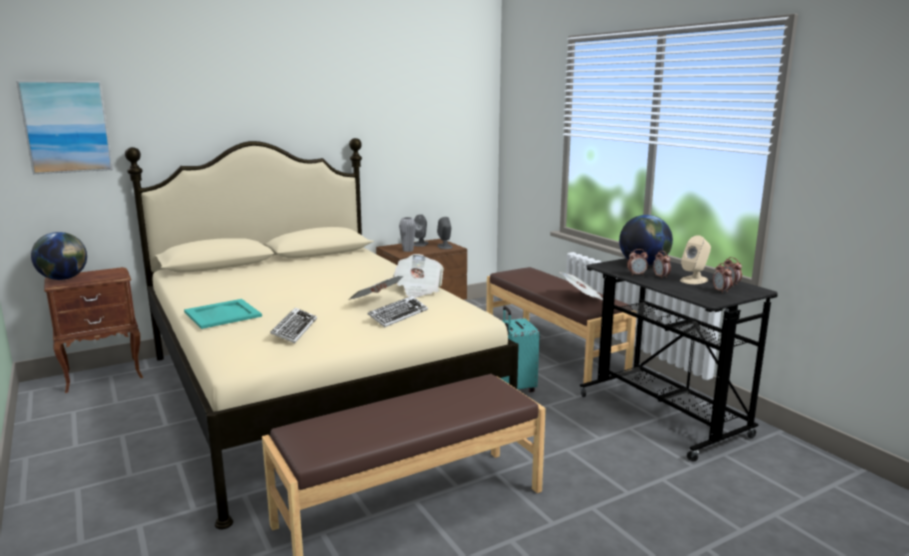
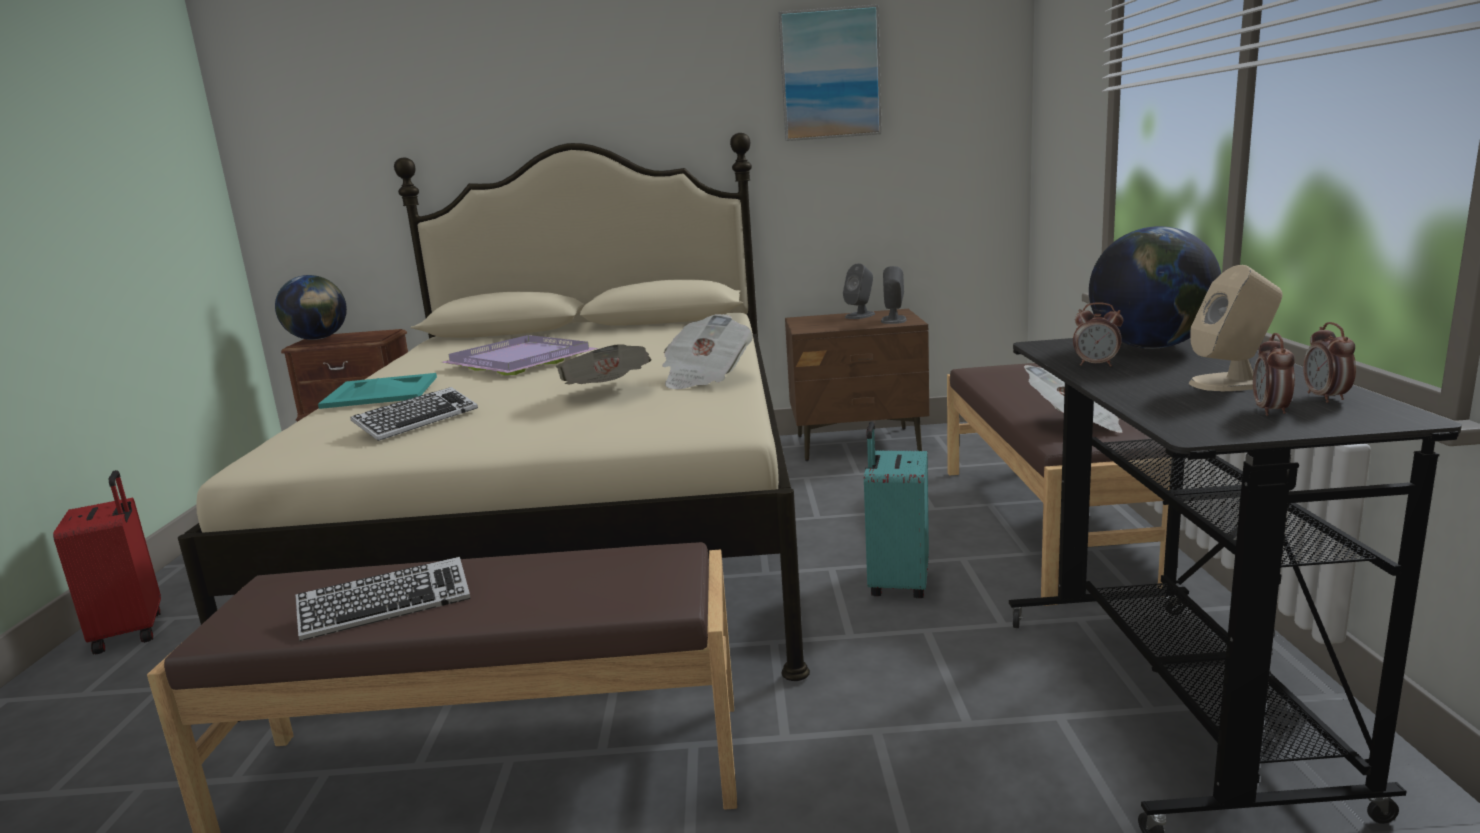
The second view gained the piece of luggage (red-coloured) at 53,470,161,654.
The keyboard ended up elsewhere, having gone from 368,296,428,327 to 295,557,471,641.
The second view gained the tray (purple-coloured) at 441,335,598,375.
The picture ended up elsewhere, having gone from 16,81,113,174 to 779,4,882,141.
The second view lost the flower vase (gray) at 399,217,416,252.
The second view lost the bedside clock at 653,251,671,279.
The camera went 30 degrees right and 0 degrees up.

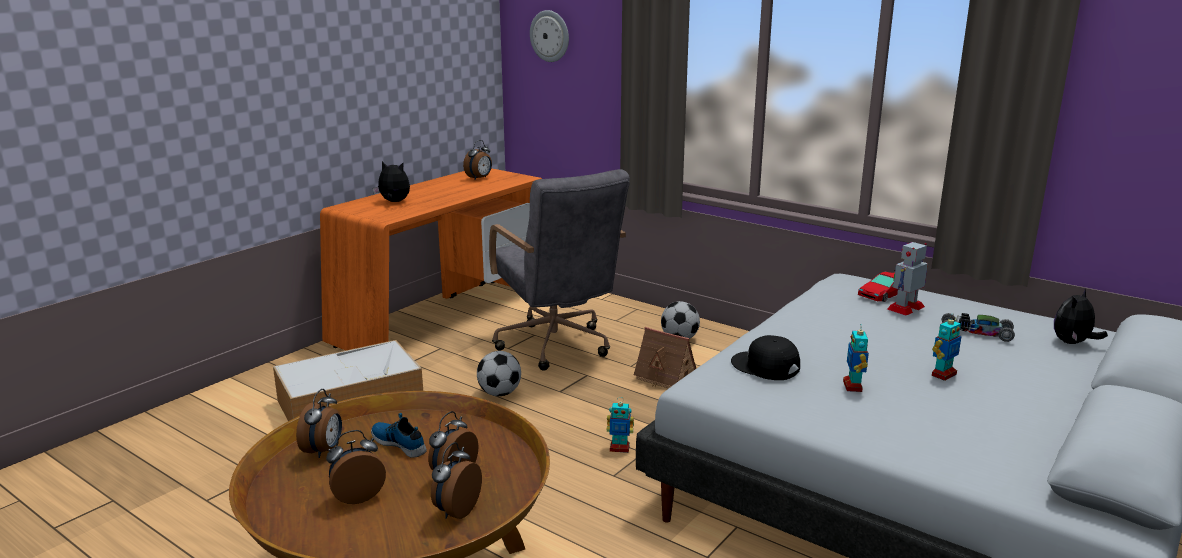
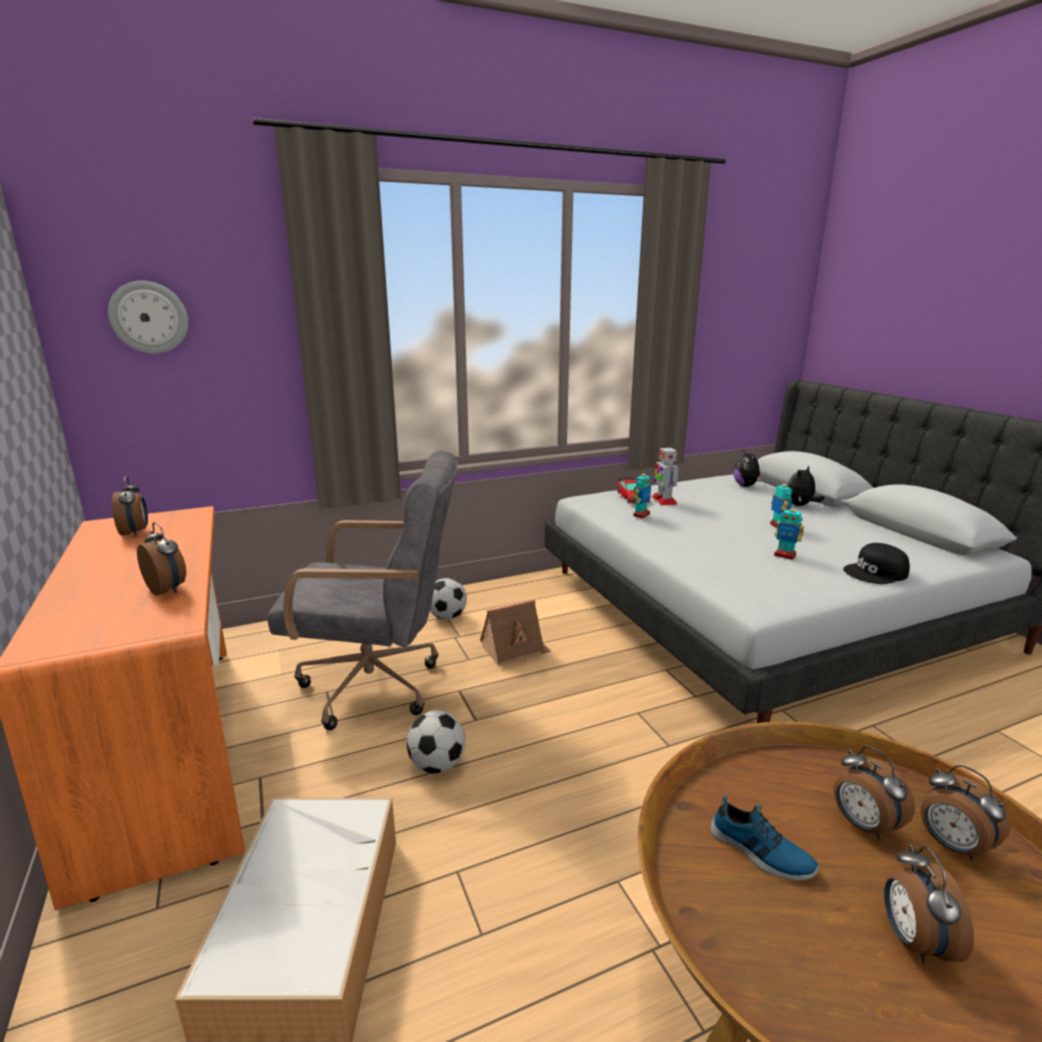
The bedside clock ended up elsewhere, having gone from 296,389,342,458 to 137,522,186,596.
The robot figure ended up elsewhere, having gone from 607,399,634,453 to 633,469,651,518.
The low shoe at 371,413,427,458 ended up facing another way, 120 degrees counterclockwise from before.
The cuddly toy ended up elsewhere, having gone from 373,161,410,202 to 787,465,824,506.
The baseball cap (blackish) ended up elsewhere, having gone from 731,335,800,380 to 843,543,910,584.
The second view lost the toy car at 942,313,1015,342.
The camera went 60 degrees left and 0 degrees up.

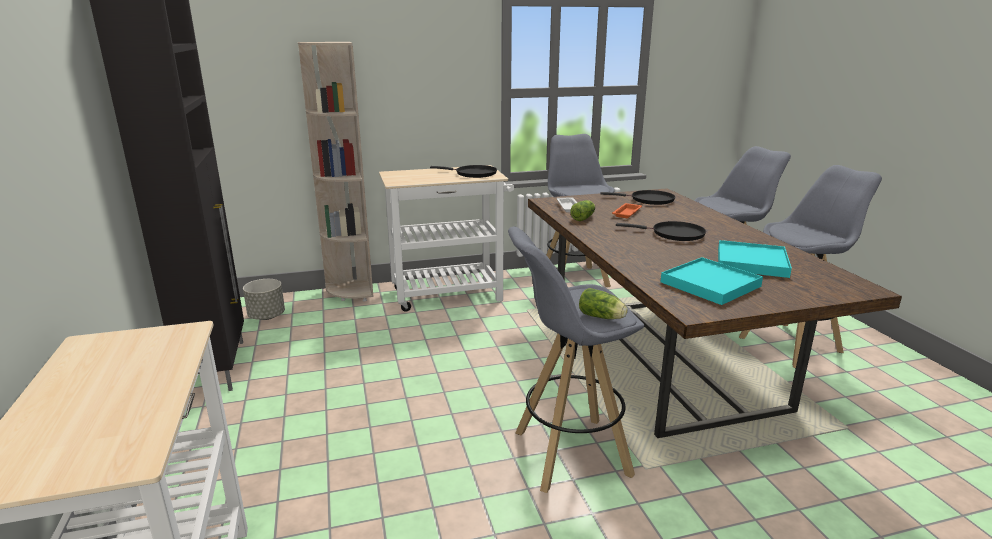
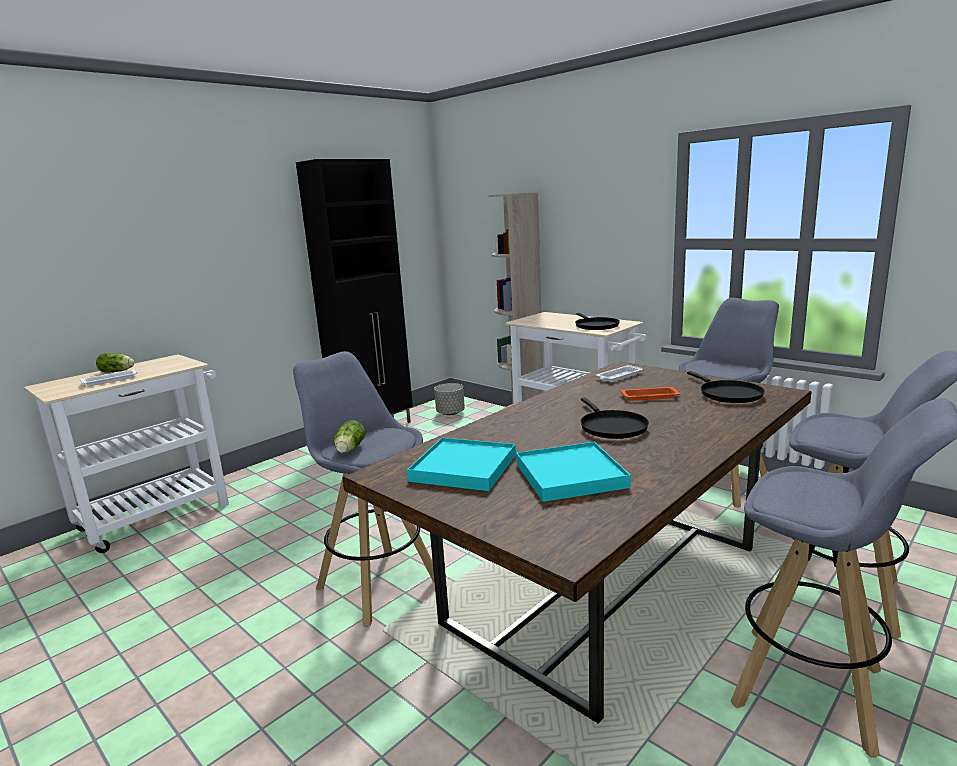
The second view gained the tray (white) at 80,370,138,386.
The lettuce ended up elsewhere, having gone from 571,200,595,221 to 96,353,134,373.
The camera went 60 degrees right and 5 degrees down.

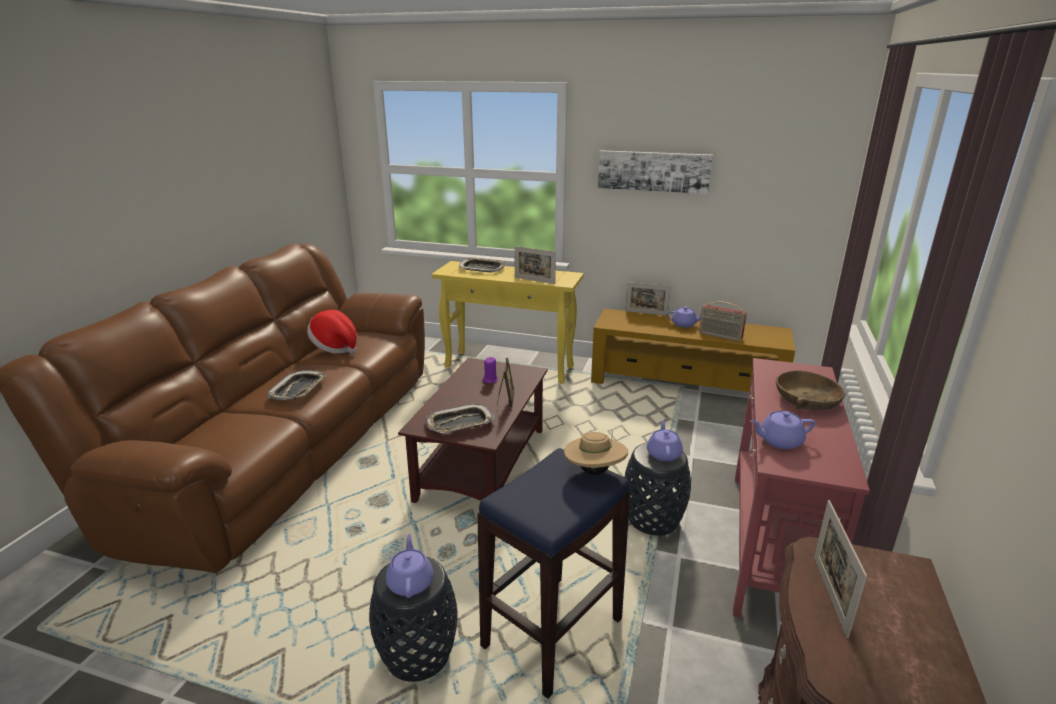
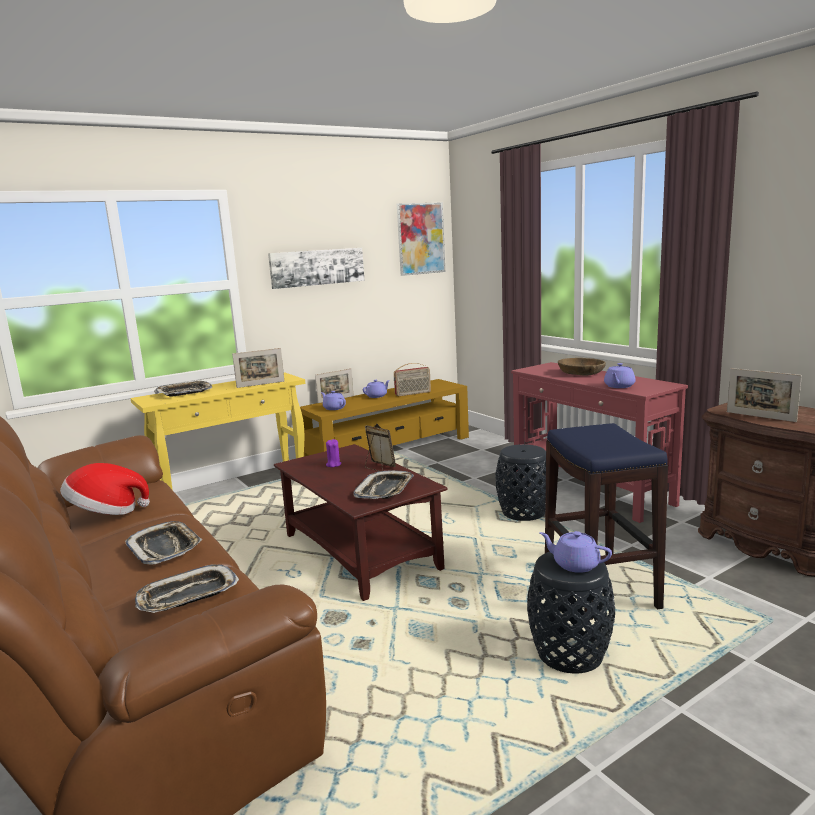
The second view gained the tray at 135,565,239,613.
The teapot (purple-coloured) ended up elsewhere, having gone from 647,420,683,461 to 321,391,346,410.
The second view gained the picture at 397,203,445,276.
The second view lost the clothing hat (sand-coloured) at 564,431,628,475.
The camera went 50 degrees left and 10 degrees down.

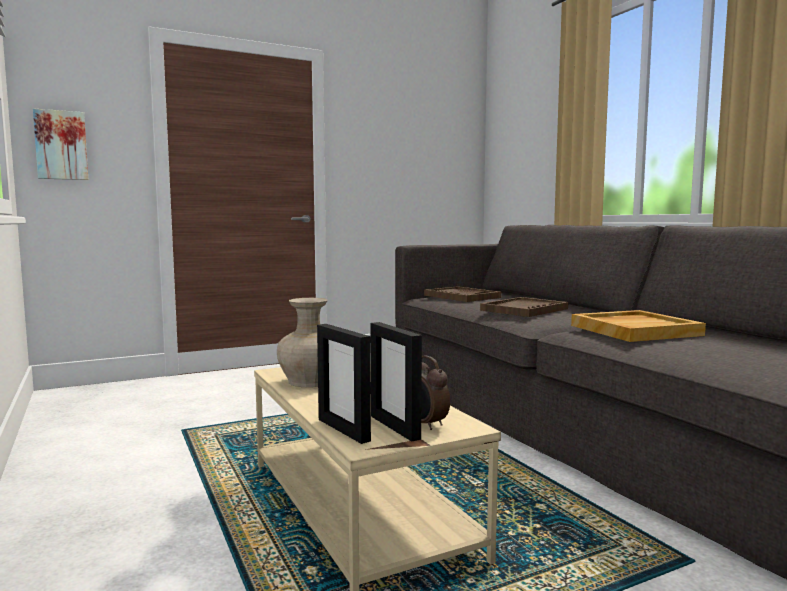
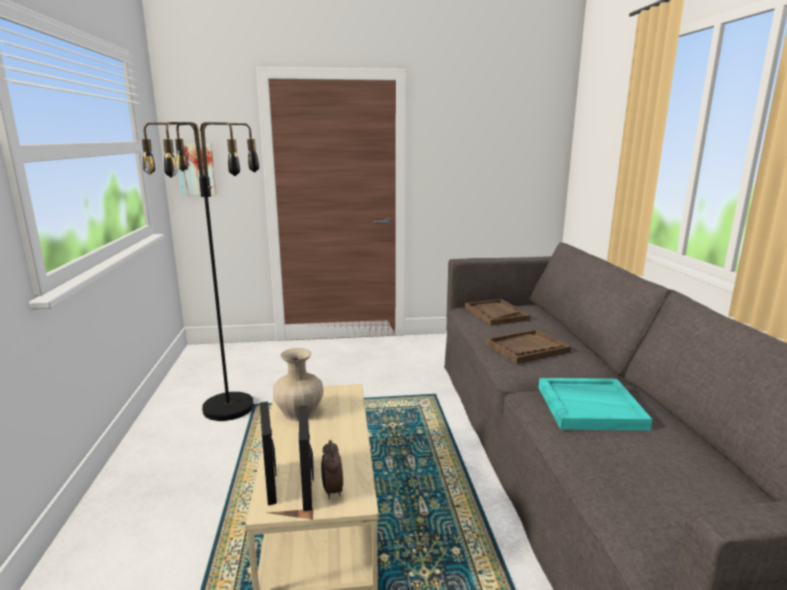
The second view gained the standard lamp at 142,122,259,421.
What was the tray (sand-coloured) at 571,310,706,342 turned into the tray (turquoise-coloured) at 538,378,652,431.
The camera went 20 degrees right and 10 degrees up.

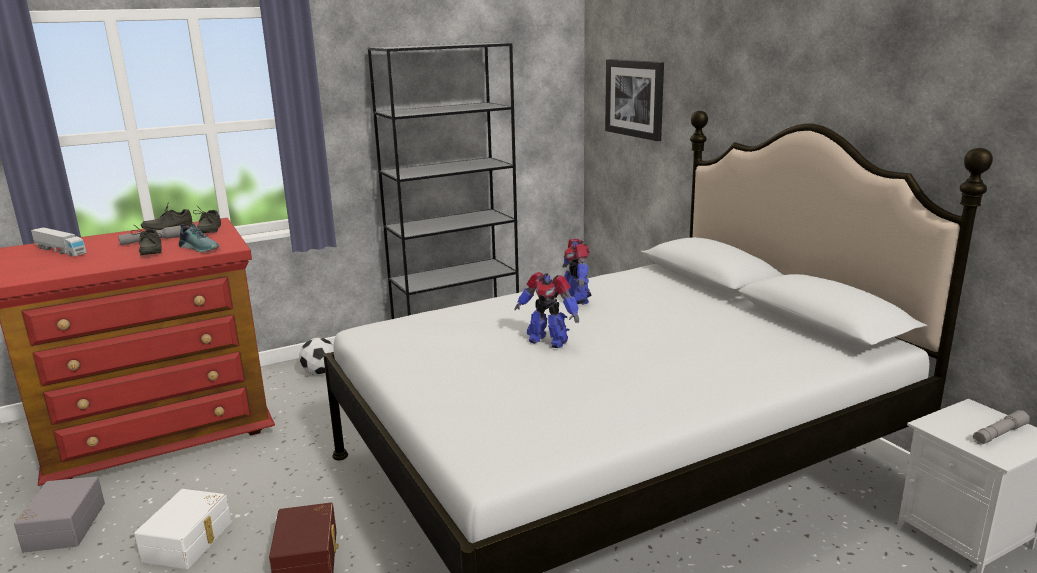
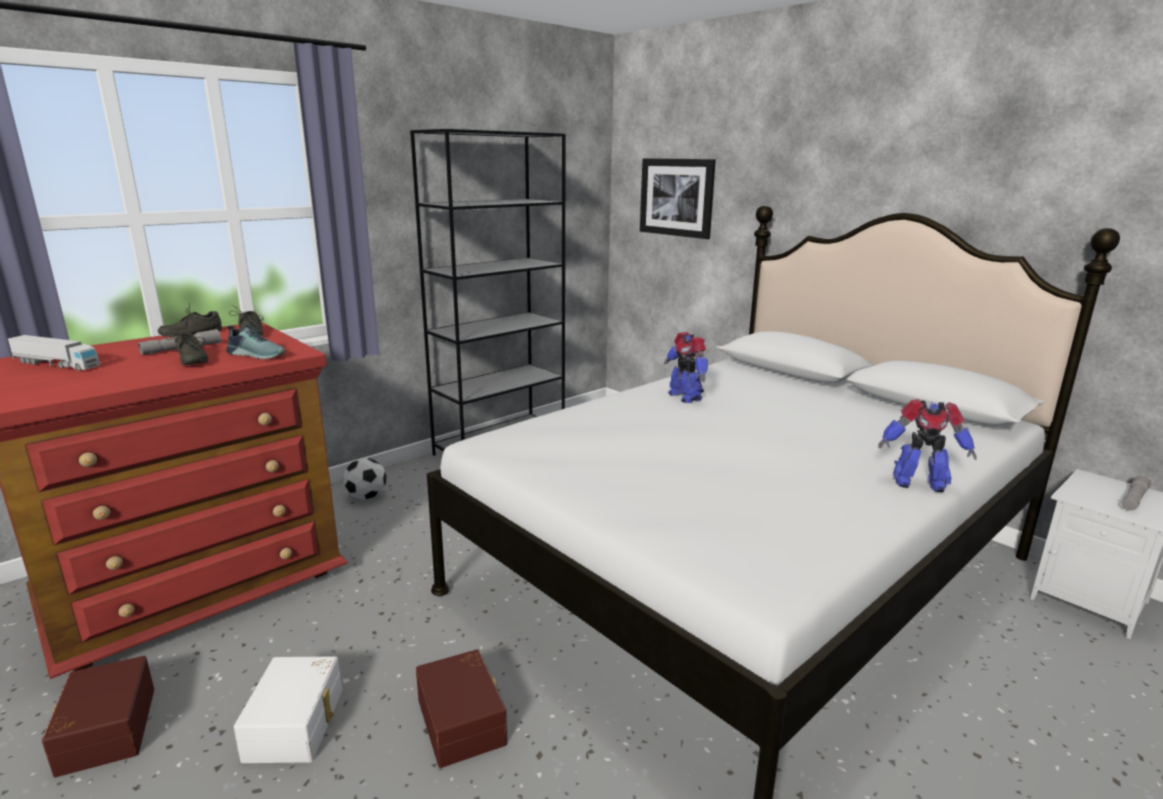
What was the storage container (gray) at 14,476,105,552 turned into the storage container (brown-coloured) at 42,656,154,777.
The robot figure ended up elsewhere, having gone from 514,272,579,348 to 878,399,977,492.
The camera went 15 degrees left and 0 degrees up.

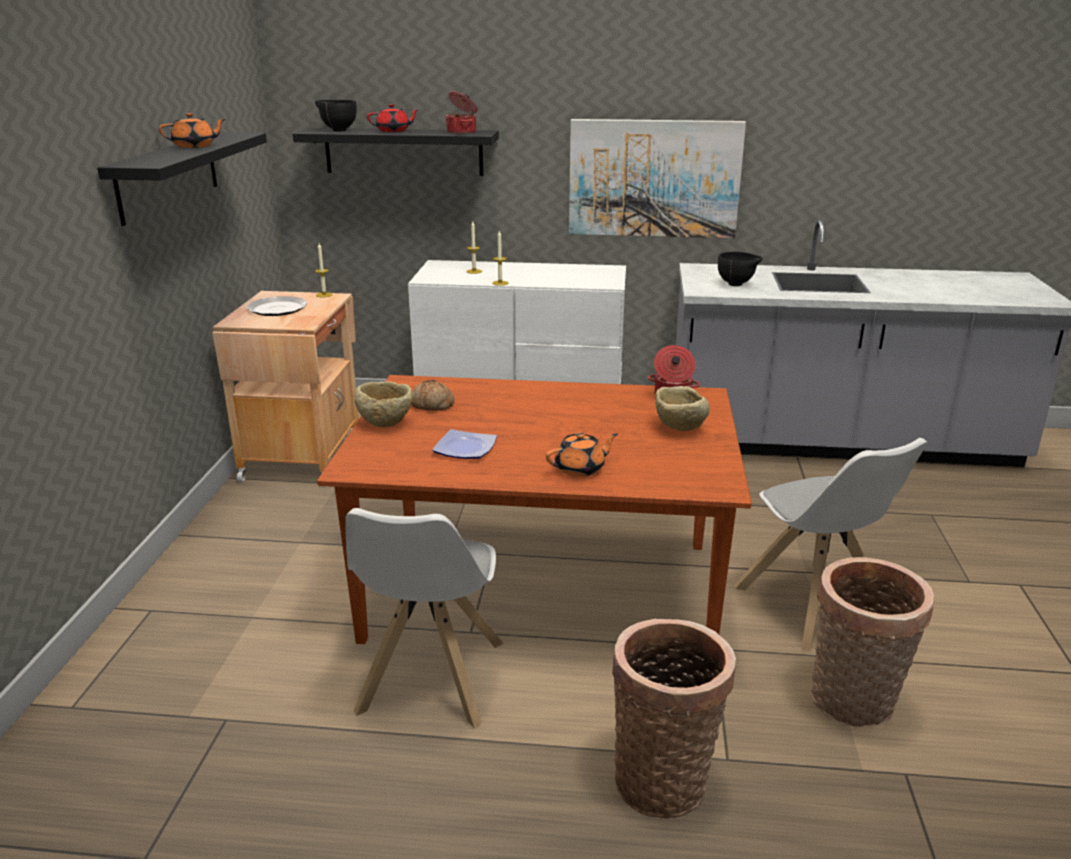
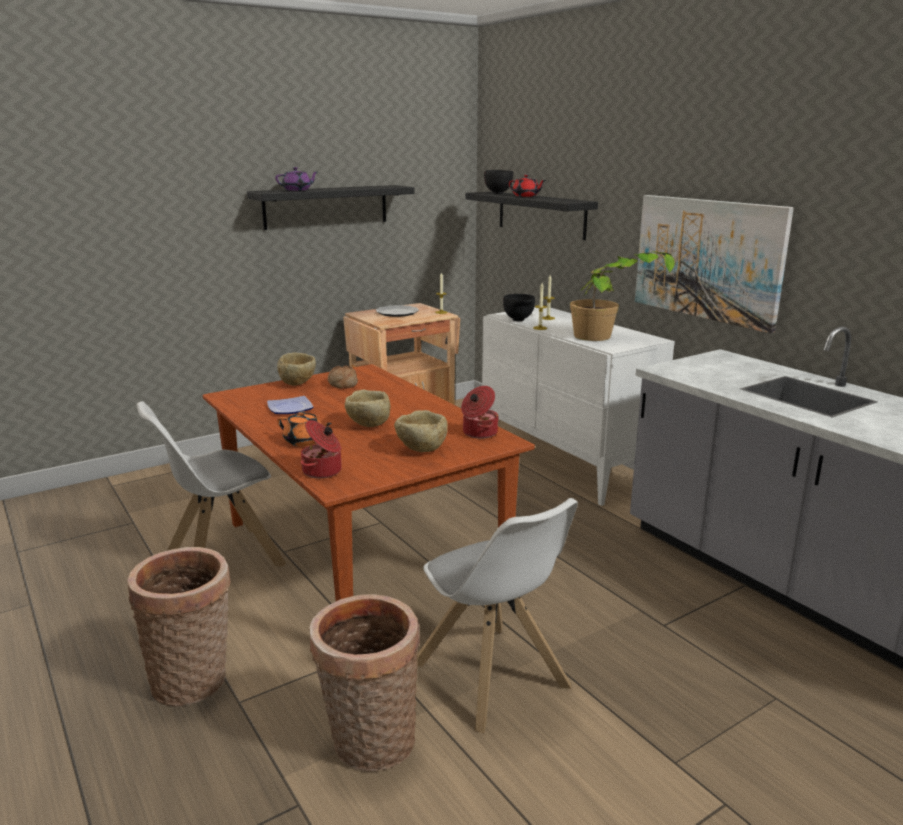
The second view gained the teapot (purple-coloured) at 275,167,317,191.
The saucepot ended up elsewhere, having gone from 446,91,477,134 to 301,420,342,478.
The second view gained the serving bowl (sand-coloured) at 345,390,390,427.
The chair at 735,438,927,651 ended up facing another way, 60 degrees counterclockwise from before.
The serving bowl (blackish) ended up elsewhere, having gone from 718,252,763,286 to 503,294,535,321.
The second view gained the houseplant at 570,251,675,341.
The second view lost the teapot (orange) at 159,113,225,148.
The camera went 50 degrees right and 5 degrees down.

